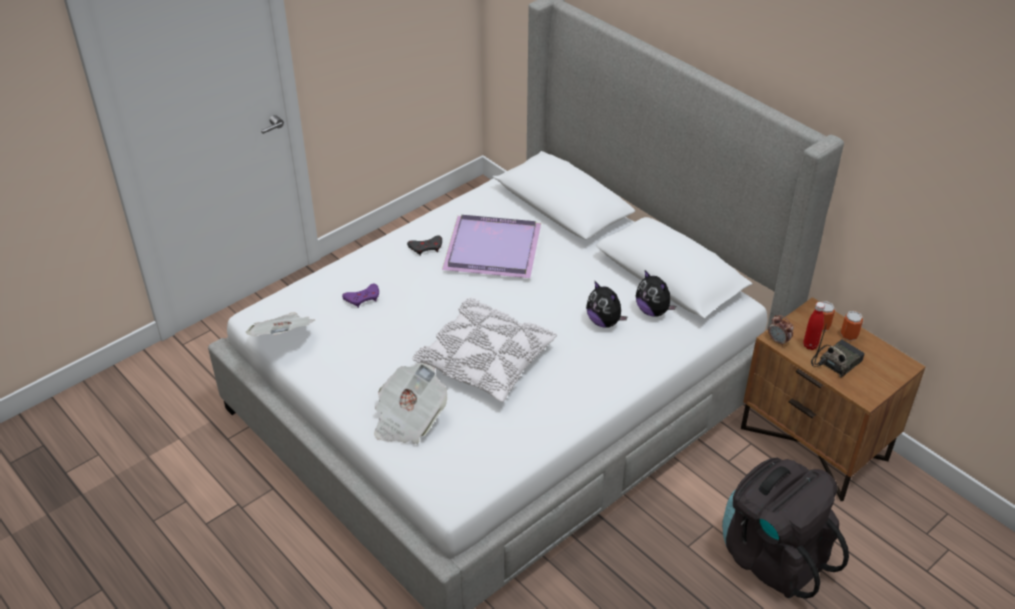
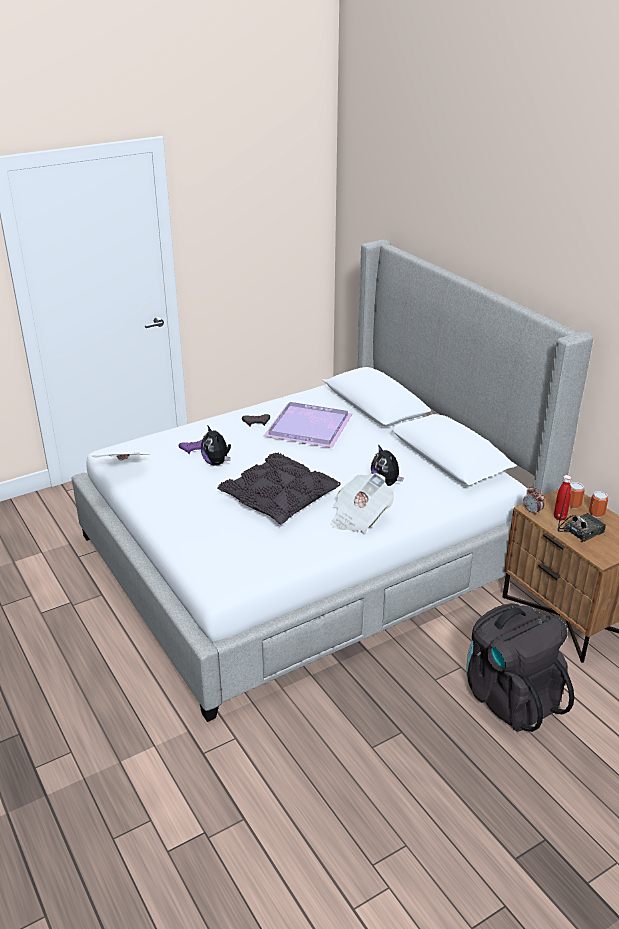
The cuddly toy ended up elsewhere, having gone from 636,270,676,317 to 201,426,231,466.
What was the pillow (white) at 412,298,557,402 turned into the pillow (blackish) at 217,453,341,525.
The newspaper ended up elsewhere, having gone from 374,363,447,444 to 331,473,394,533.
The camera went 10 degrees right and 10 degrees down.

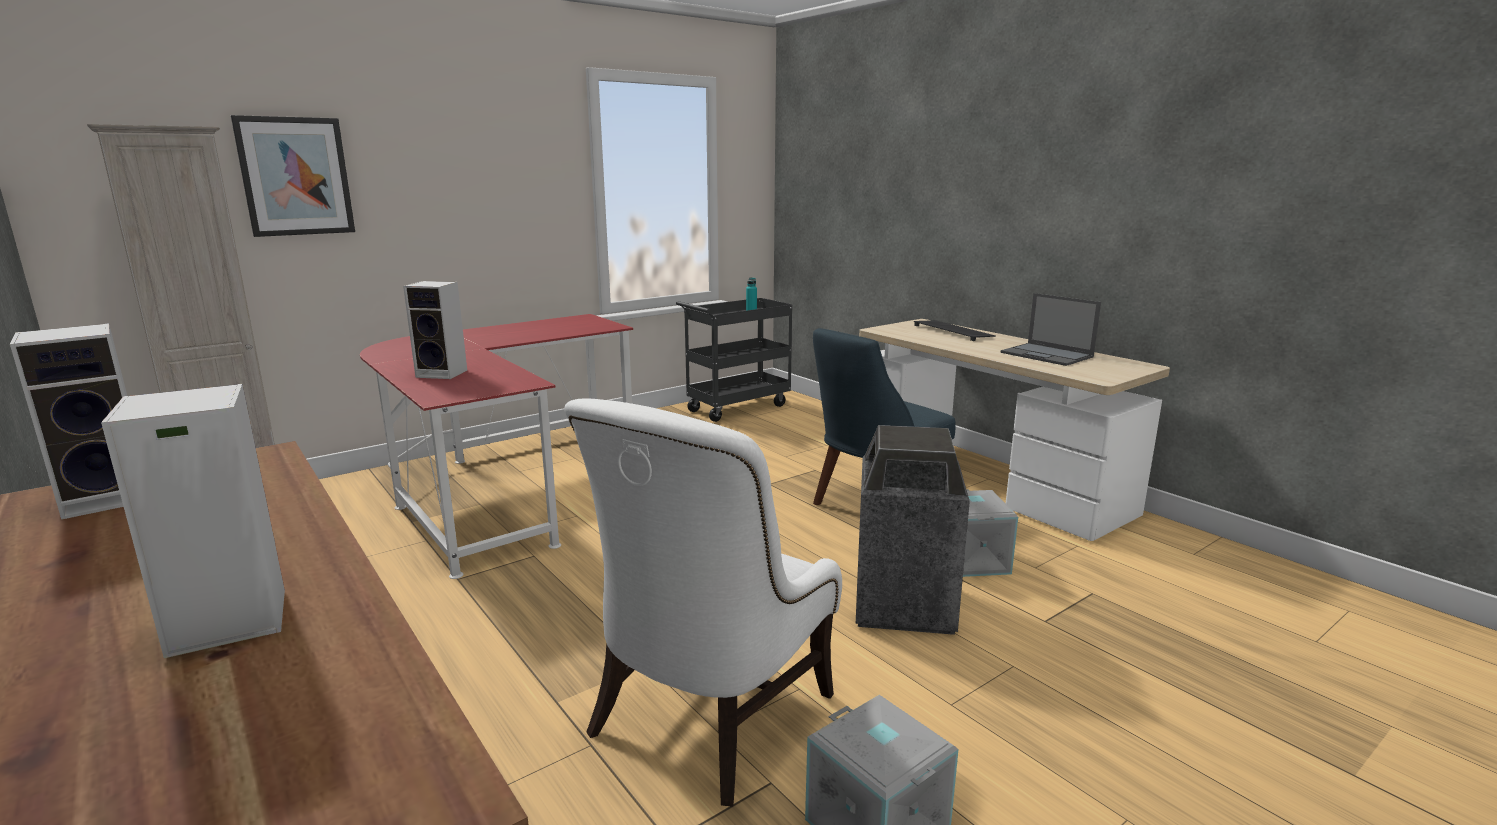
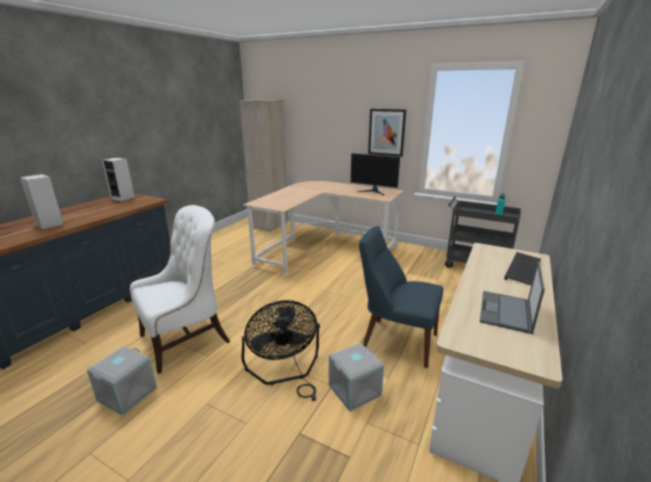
The chair (white) at 564,398,842,807 ended up facing another way, 135 degrees clockwise from before.
Where the waste bin stood at 856,425,970,635, the cooling fan (blackish) came to stand at 241,300,320,401.
What was the desk table (red-coloured) at 360,314,633,579 turned into the desk table (sand-coloured) at 243,181,403,275.
The second view gained the computer screen at 351,153,400,196.
The picture ended up elsewhere, having gone from 231,115,355,237 to 368,109,406,157.
The second view lost the loudspeaker at 403,281,467,379.
The camera went 65 degrees right and 5 degrees up.

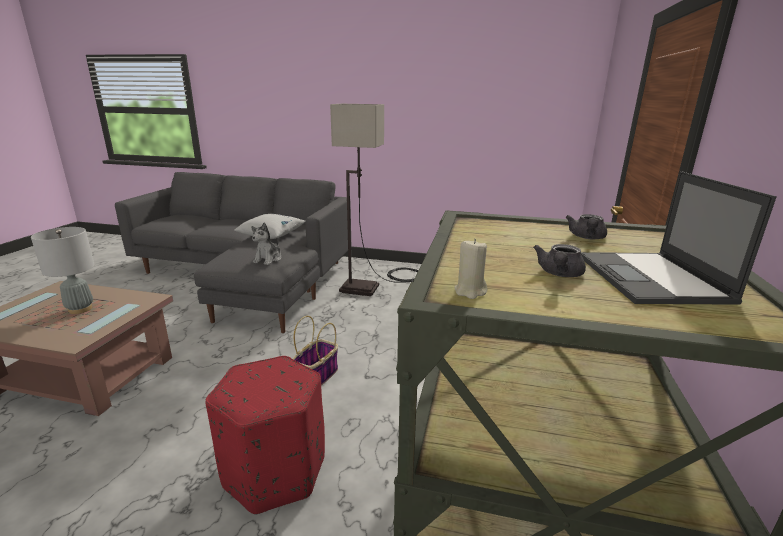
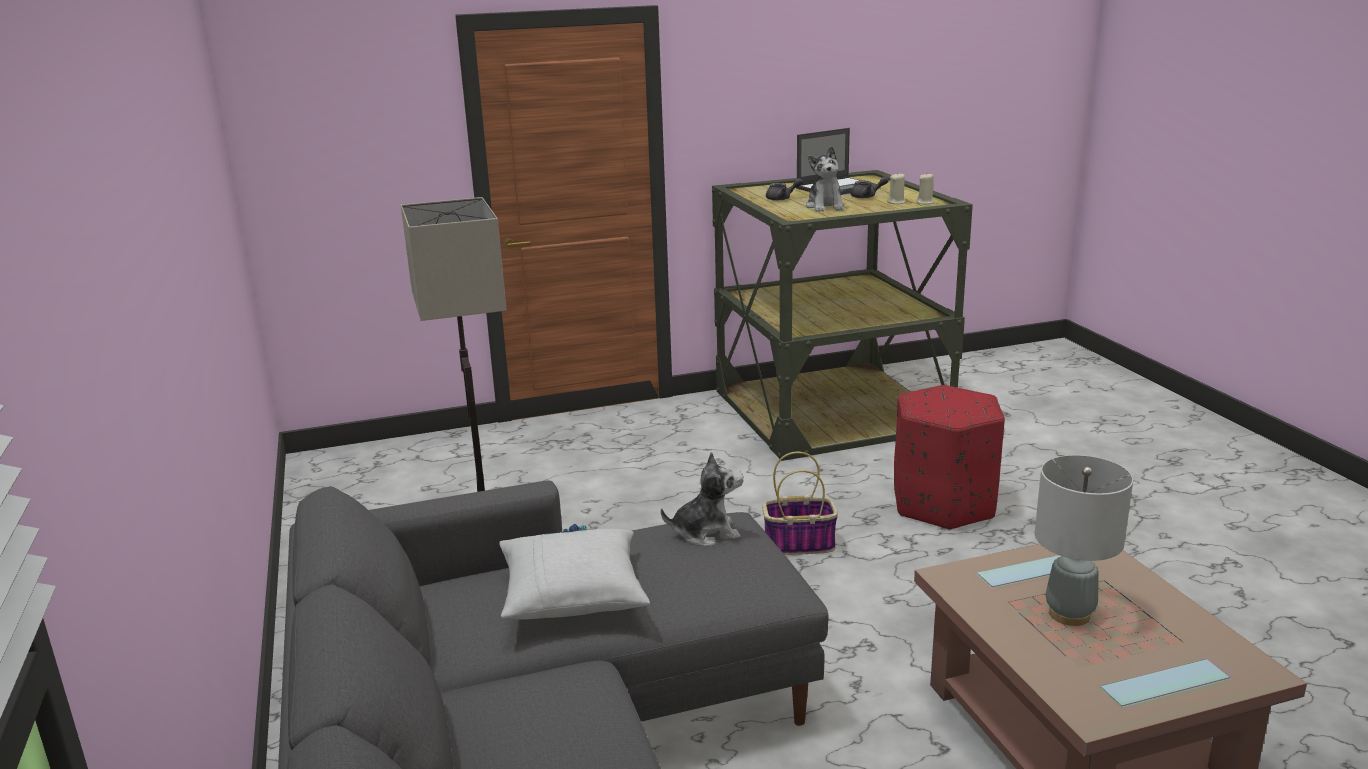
The second view gained the cuddly toy at 806,146,844,212.
The second view gained the candle (sand-coloured) at 887,173,906,204.
The camera went 120 degrees left and 0 degrees up.

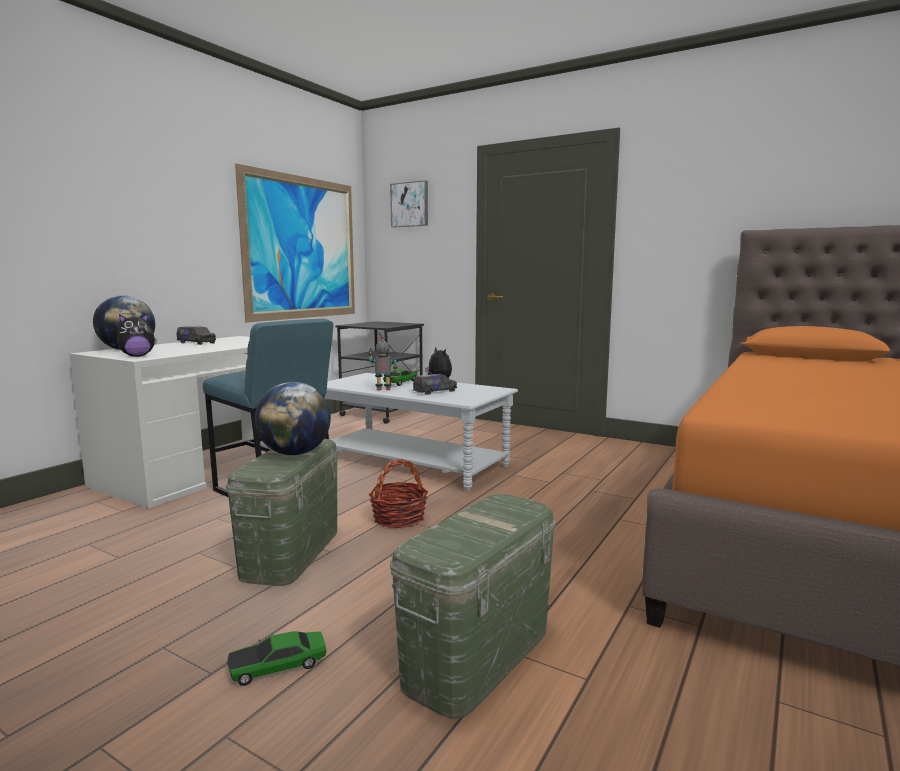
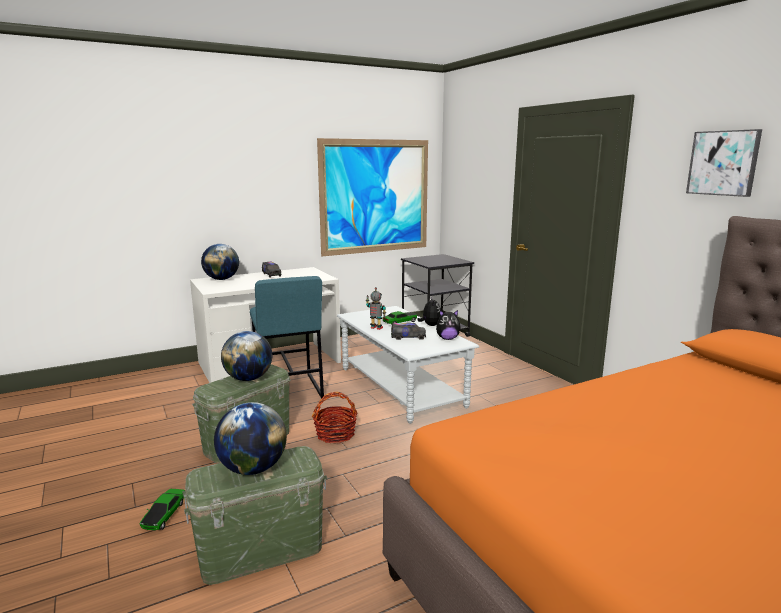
The toy car at 227,631,327,686 ended up facing another way, 90 degrees counterclockwise from before.
The second view gained the desk globe at 214,402,287,475.
The cuddly toy ended up elsewhere, having gone from 117,313,157,357 to 436,310,461,340.
The picture ended up elsewhere, having gone from 390,180,428,228 to 686,129,762,197.
The camera went 30 degrees right and 5 degrees up.

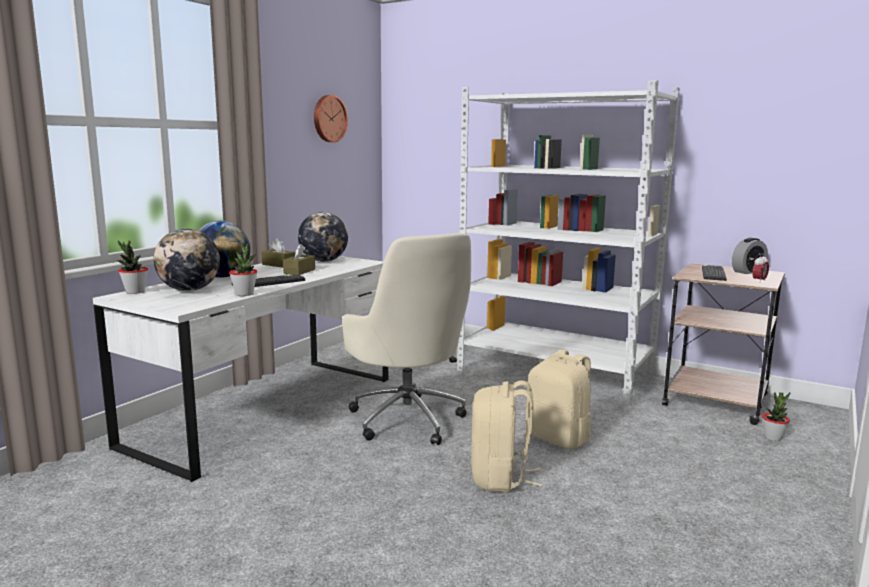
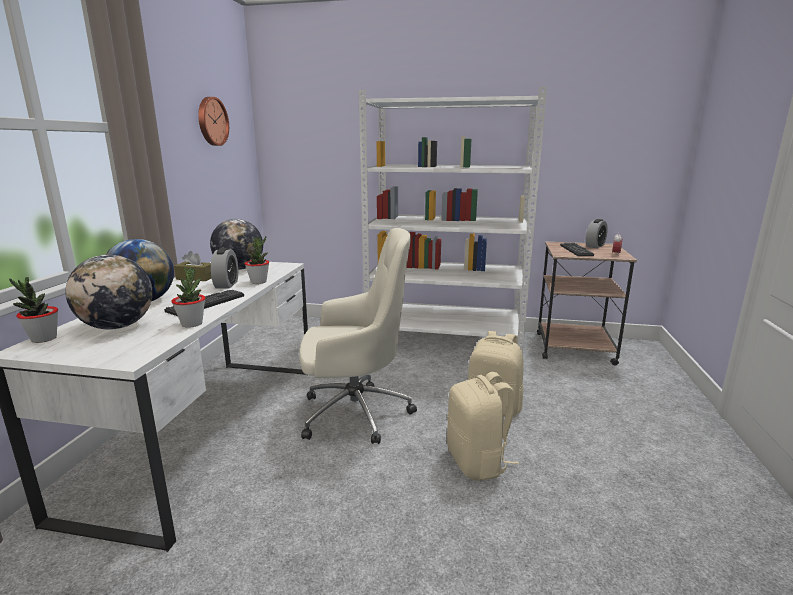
Where the tissue holder (brown-coloured) stood at 283,244,315,275, the bedside clock came to stand at 211,248,238,288.
The houseplant ended up elsewhere, having gone from 762,392,790,441 to 245,236,269,284.
The desk chair (sand-coloured) at 342,233,471,445 ended up facing another way, 45 degrees counterclockwise from before.
The camera went 20 degrees left and 5 degrees up.

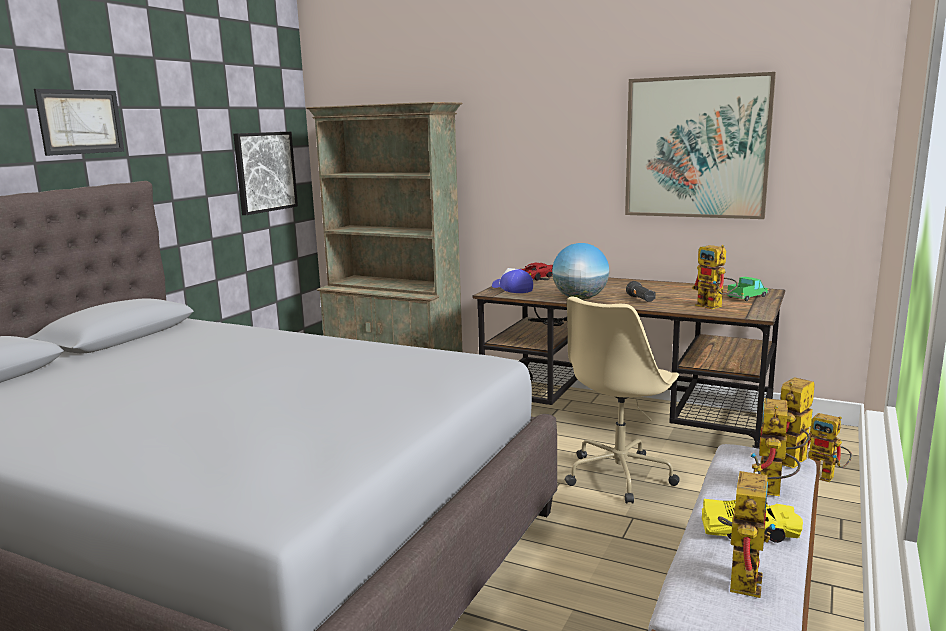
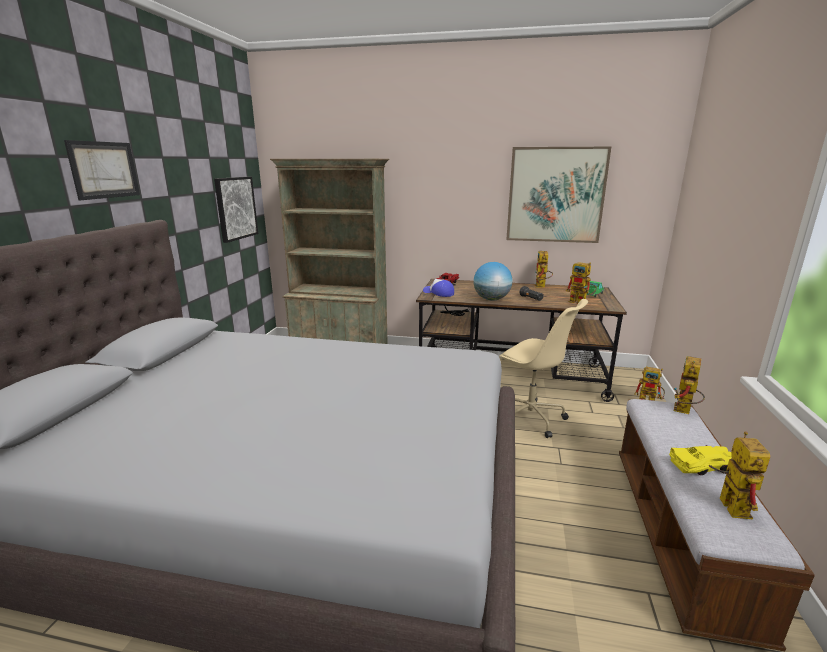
The desk chair (sand-coloured) at 565,296,680,504 ended up facing another way, 75 degrees counterclockwise from before.
The robot figure ended up elsewhere, having gone from 751,398,800,496 to 534,251,553,288.
The camera went 15 degrees left and 5 degrees up.

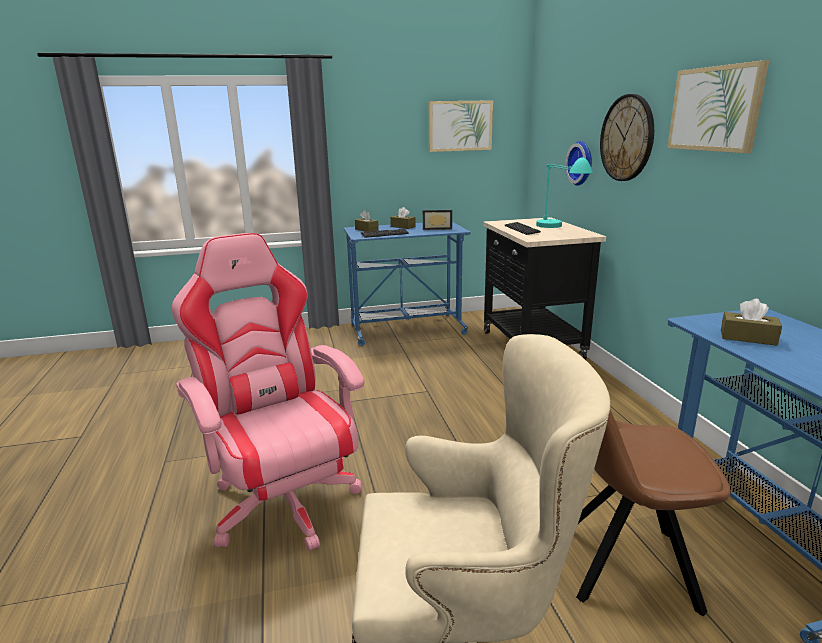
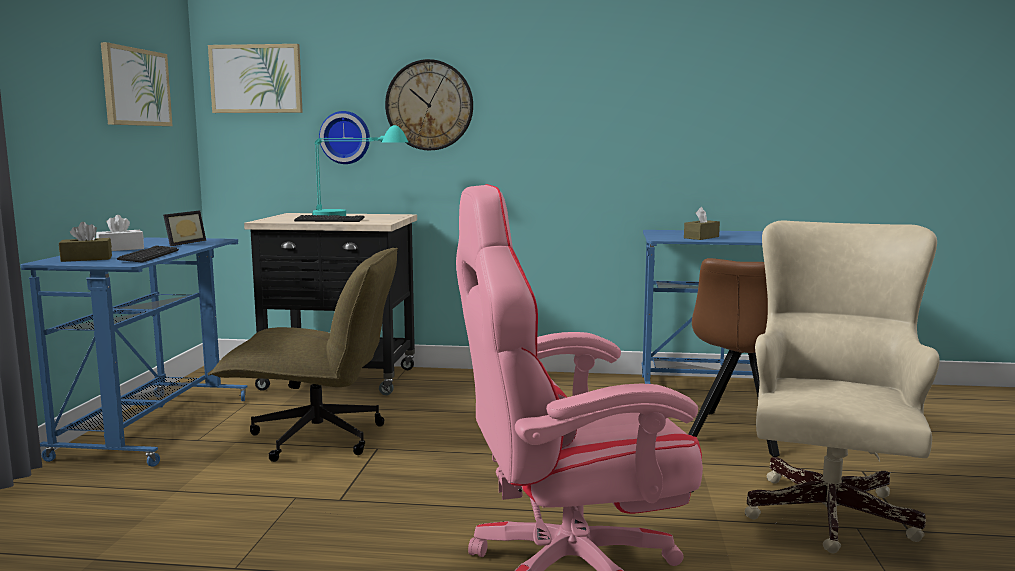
What was the tissue holder (brown-coloured) at 390,207,416,229 turned into the tissue holder (white) at 96,215,144,251.
The picture ended up elsewhere, having gone from 667,60,769,153 to 208,44,303,113.
The second view gained the desk chair (sand-coloured) at 208,248,398,462.
The camera went 70 degrees left and 10 degrees down.

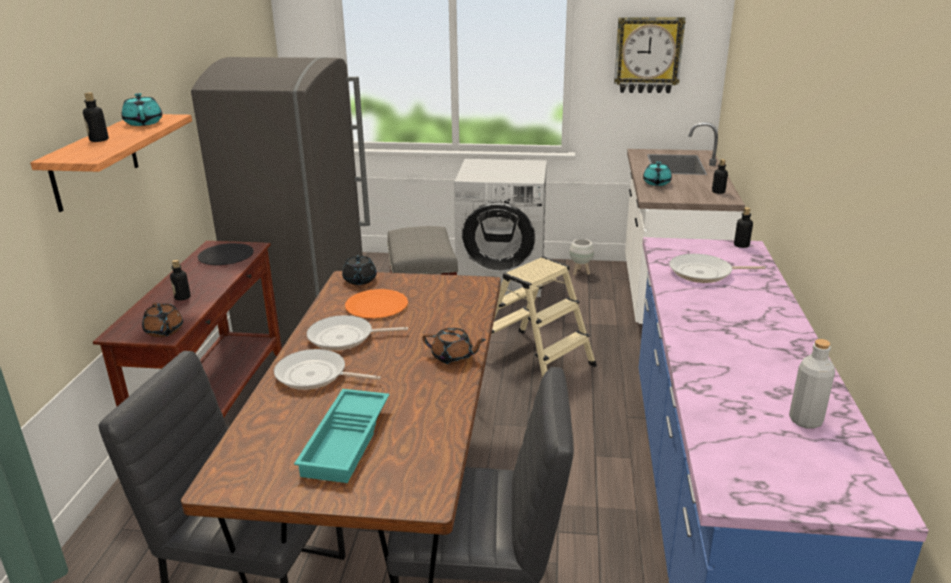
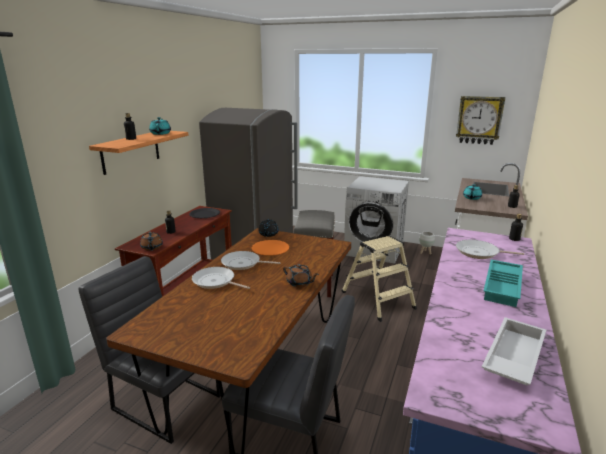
Where the bottle (gray) stood at 789,339,835,429, the tray (white) came to stand at 482,317,546,385.
The tray (turquoise-coloured) ended up elsewhere, having gone from 294,389,389,483 to 483,260,523,307.
The camera went 15 degrees right and 5 degrees down.

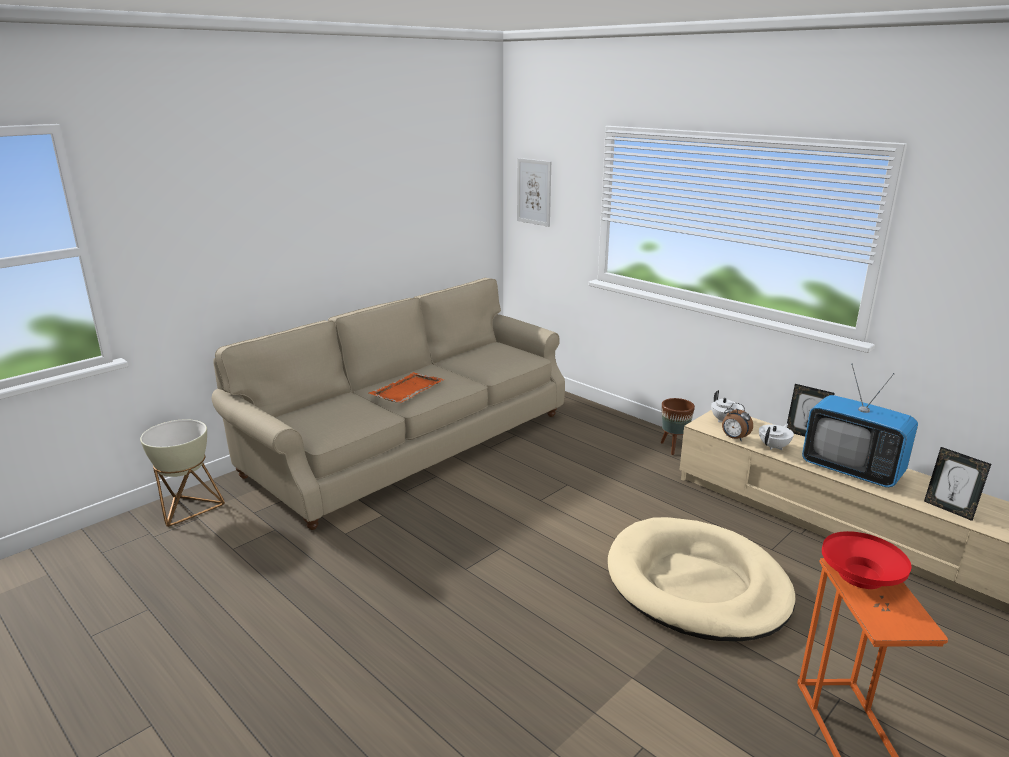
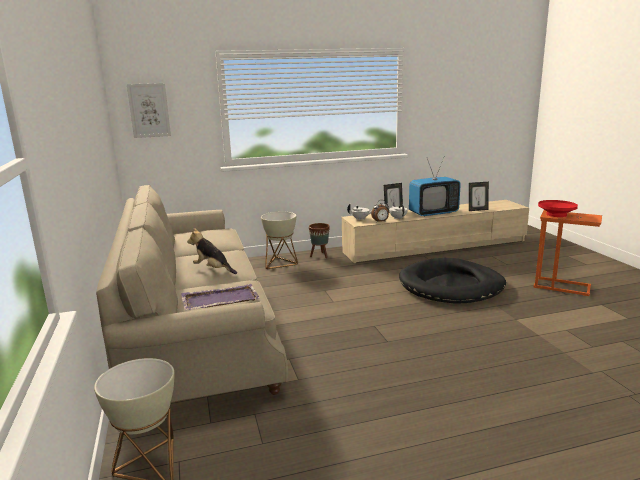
The second view gained the tray (purple-coloured) at 181,284,260,310.
Where the tray (orange) stood at 368,372,445,403, the cuddly toy came to stand at 187,228,237,274.
The second view gained the flower pot at 261,211,298,269.
What was the pet bed (sand-coloured) at 608,517,796,641 turned into the pet bed (blackish) at 399,258,506,304.
The camera went 60 degrees left and 5 degrees down.

